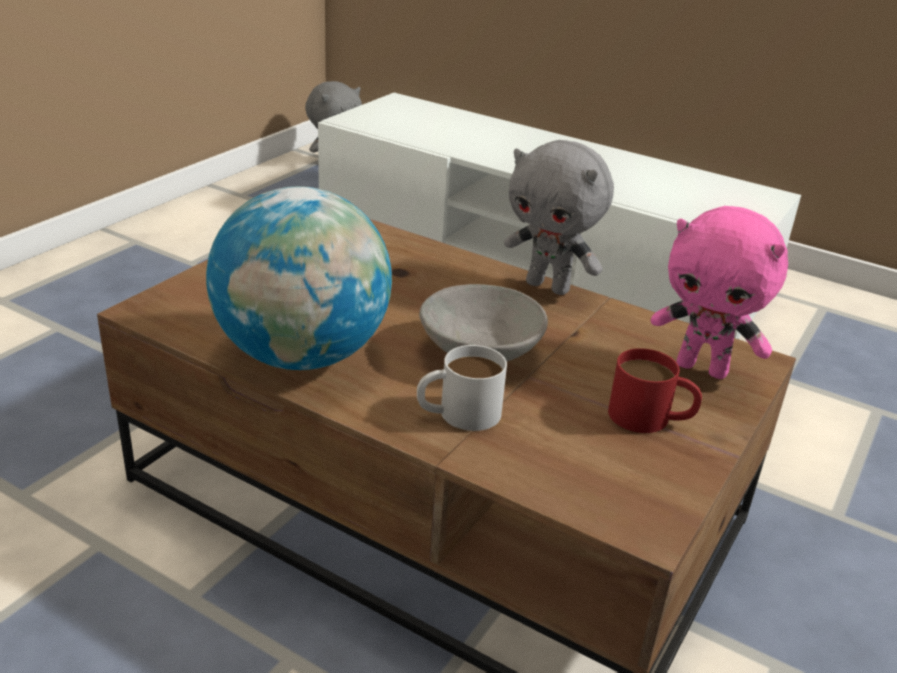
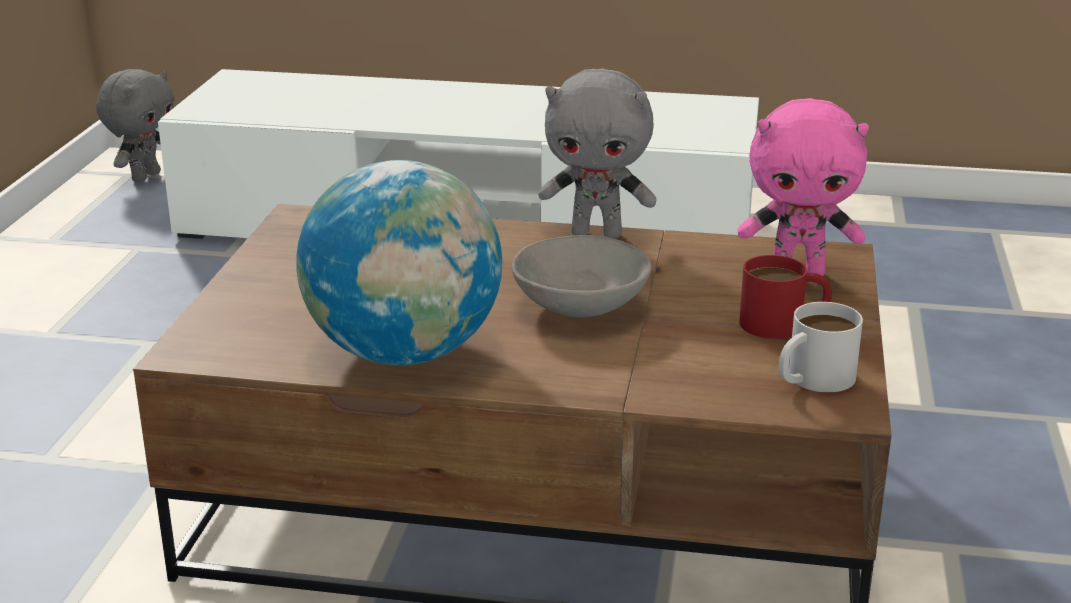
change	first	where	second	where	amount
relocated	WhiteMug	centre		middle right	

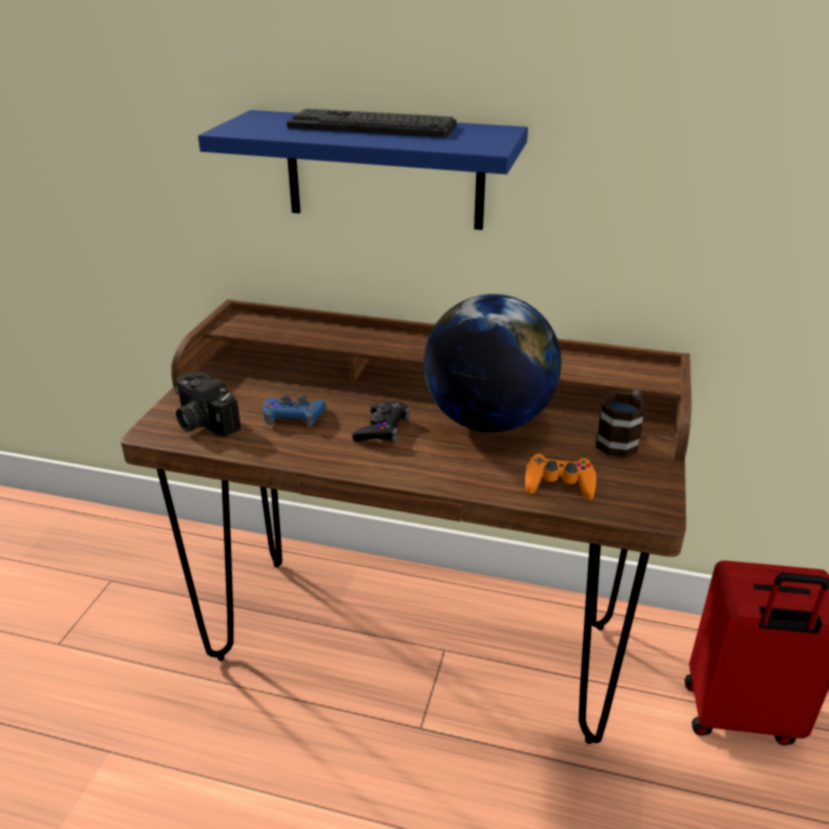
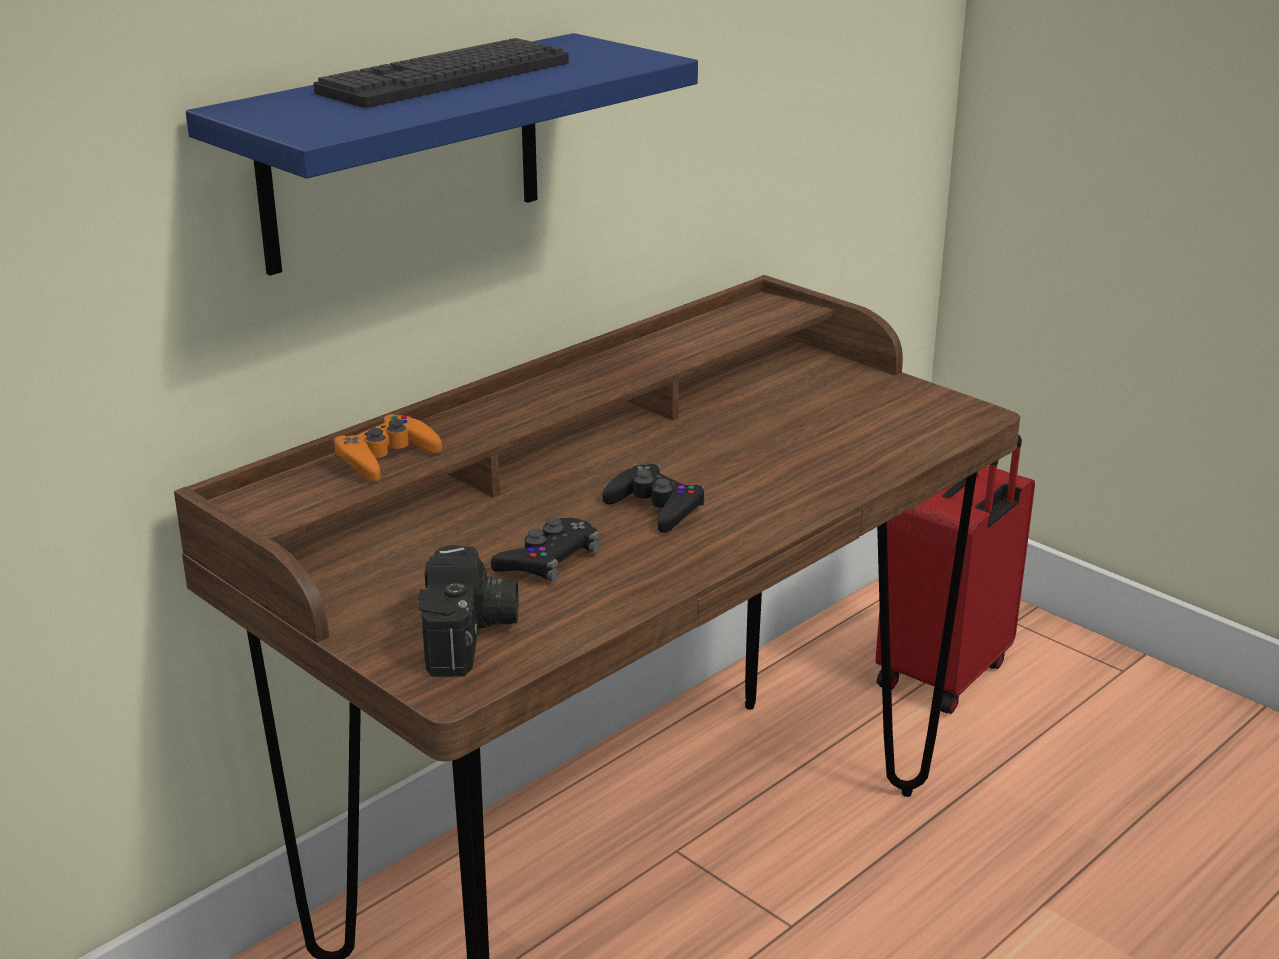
change	first	where	second	where	amount
missing	Globe	centre			
spun	PhotoCamera	middle left		centre	75 degrees counterclockwise
missing	Mug	middle right			
colour	BlueGameController	centre	BlackGameController (no. 1 from left)	centre	
relocated	OrangeGameController	middle right		middle left	

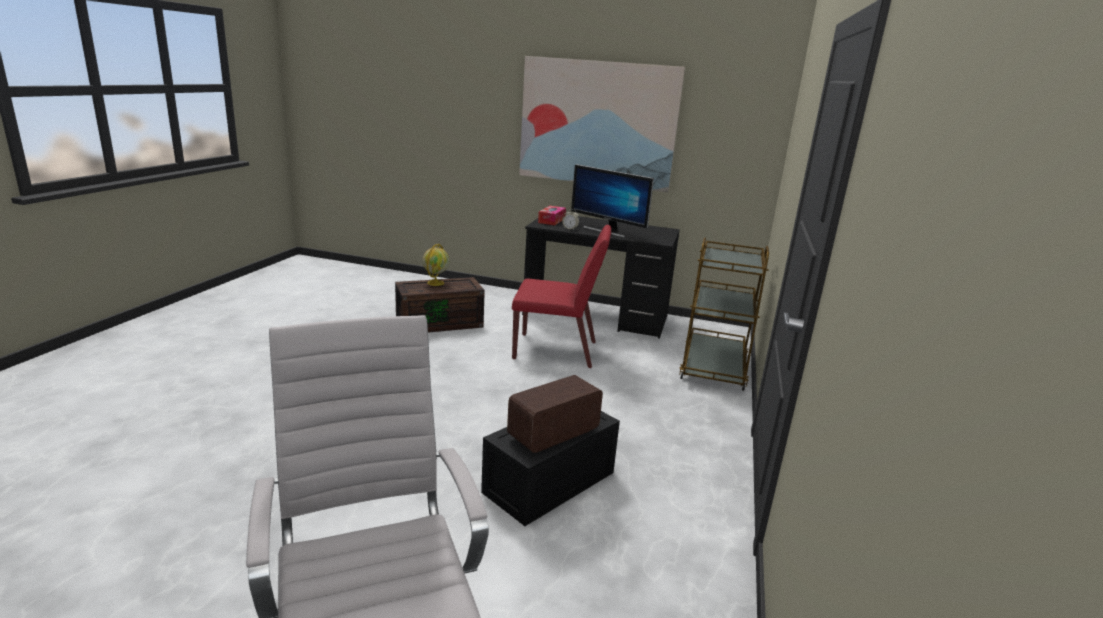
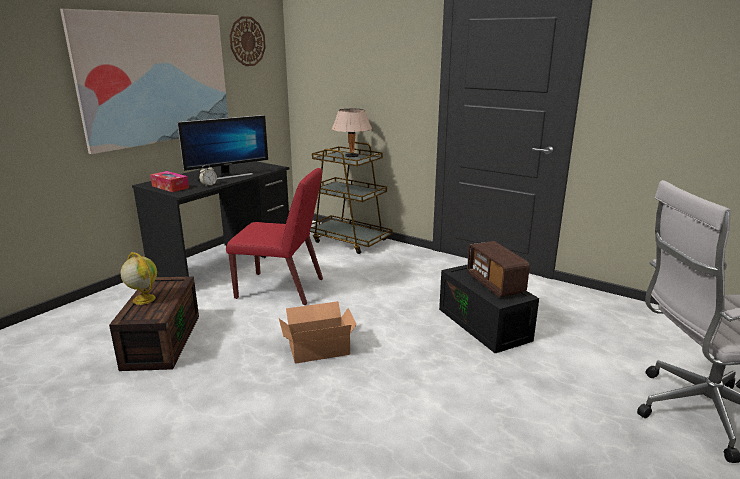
change	first	where	second	where	amount
spun	RedChair	centre		centre	75 degrees clockwise
appeared			WallClock	top centre	
appeared			BeigeTableLamp	top centre	
appeared			CardboardBox	bottom centre	

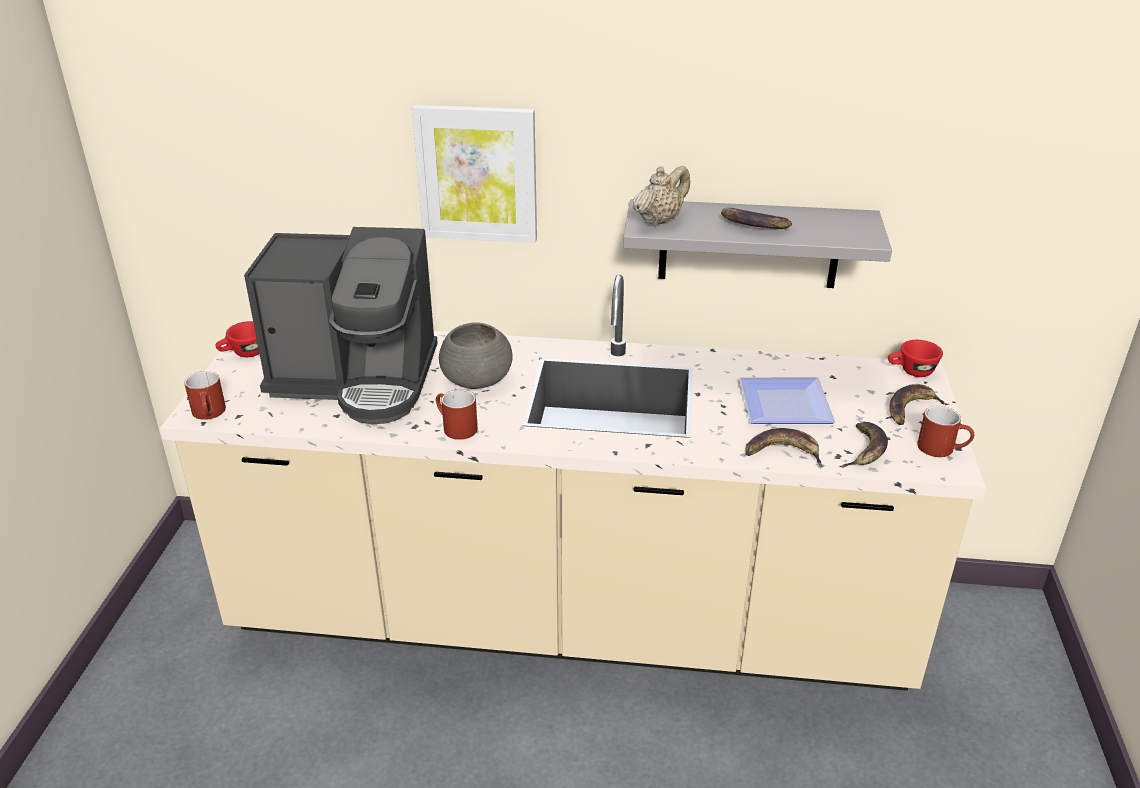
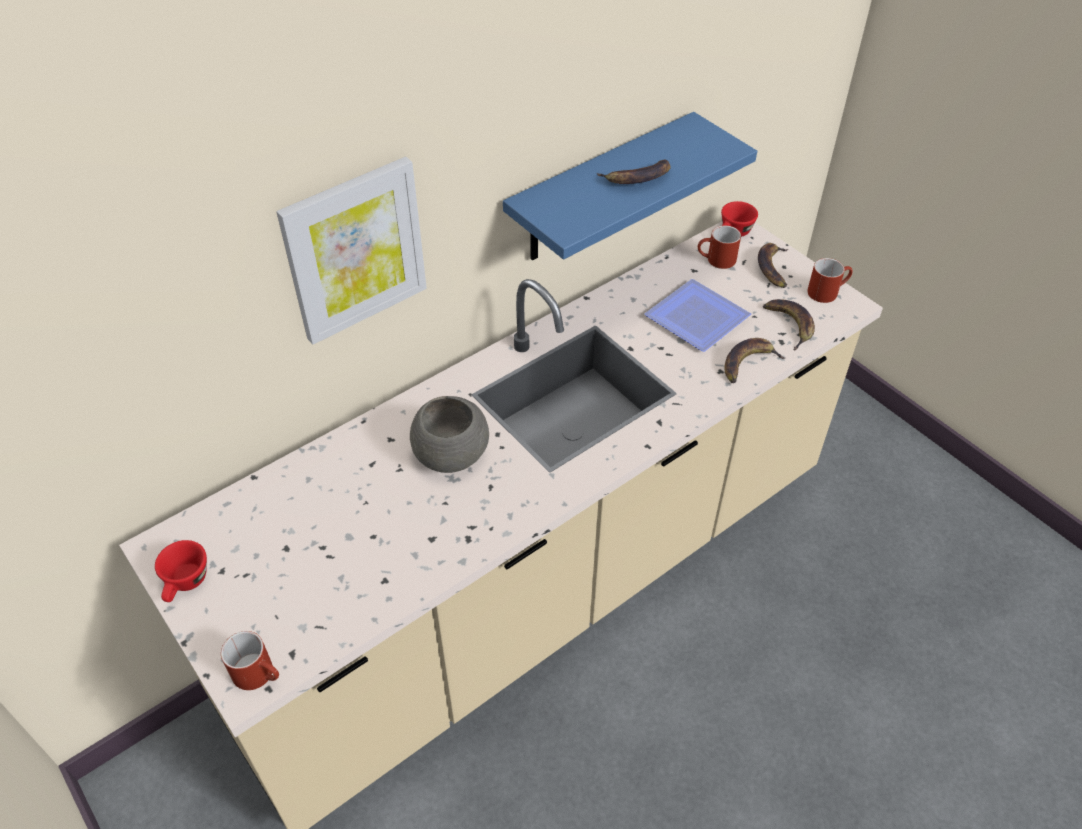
change	first	where	second	where	amount
missing	BeigeTeapot	top centre			
colour	GreyShelf	top centre	BlueShelf	top centre	
missing	CoffeeMachine	middle left			
relocated	RedMug (no. 2 from left)	centre		top centre	

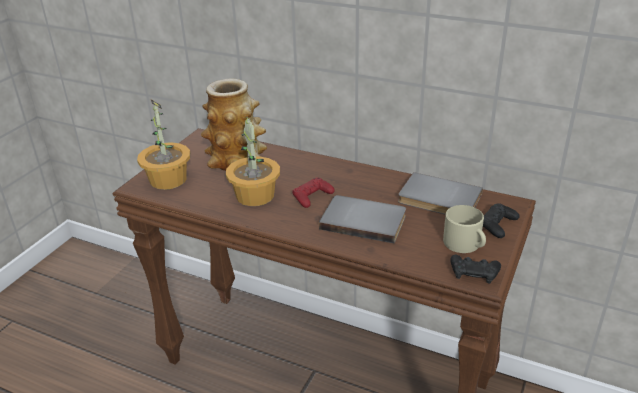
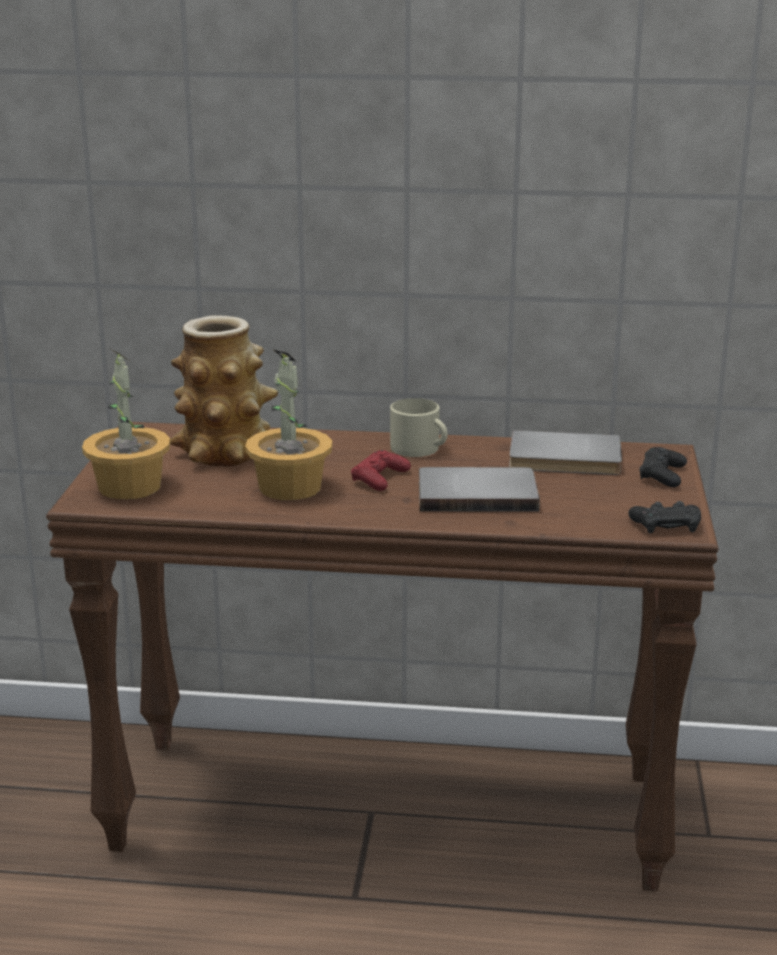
change	first	where	second	where	amount
relocated	BeigeMug	middle right		centre	

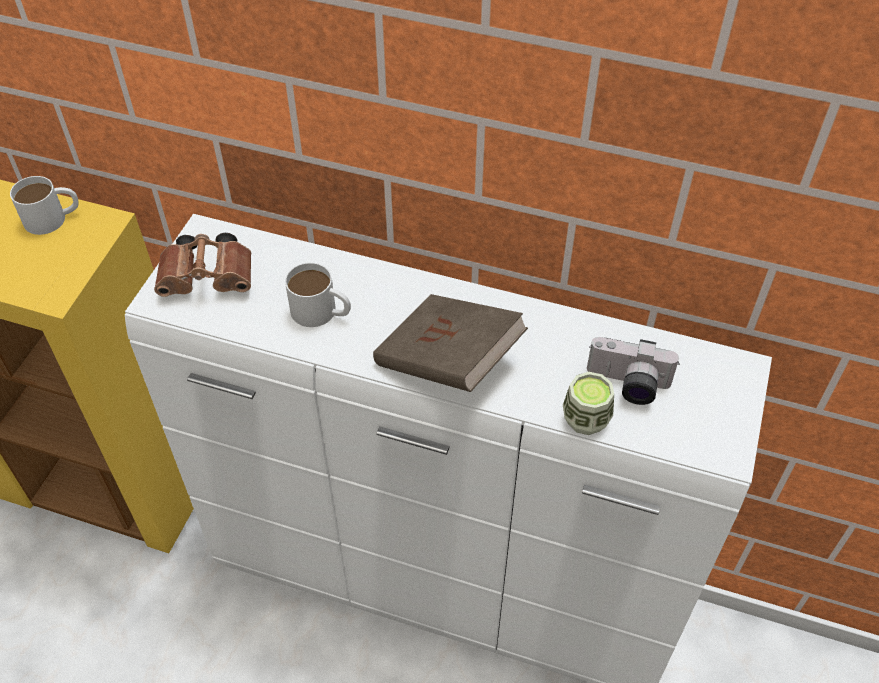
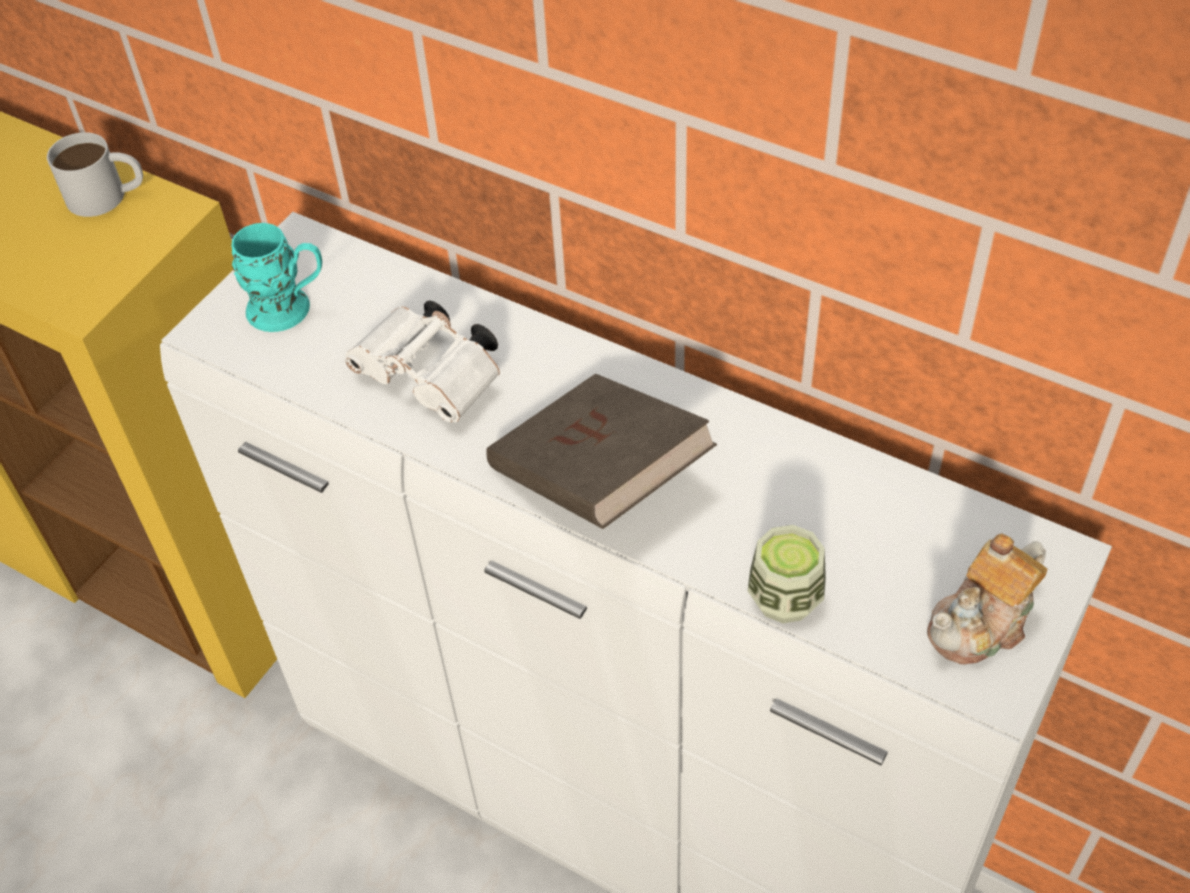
change	first	where	second	where	amount
exchanged	BrownBinoculars	middle left	TurquoiseMug	top left	
exchanged	WhiteMug (no. 2 from left)	centre	WhiteBinoculars	centre	
missing	PhotoCamera	middle right			
appeared			Teapot	bottom right	

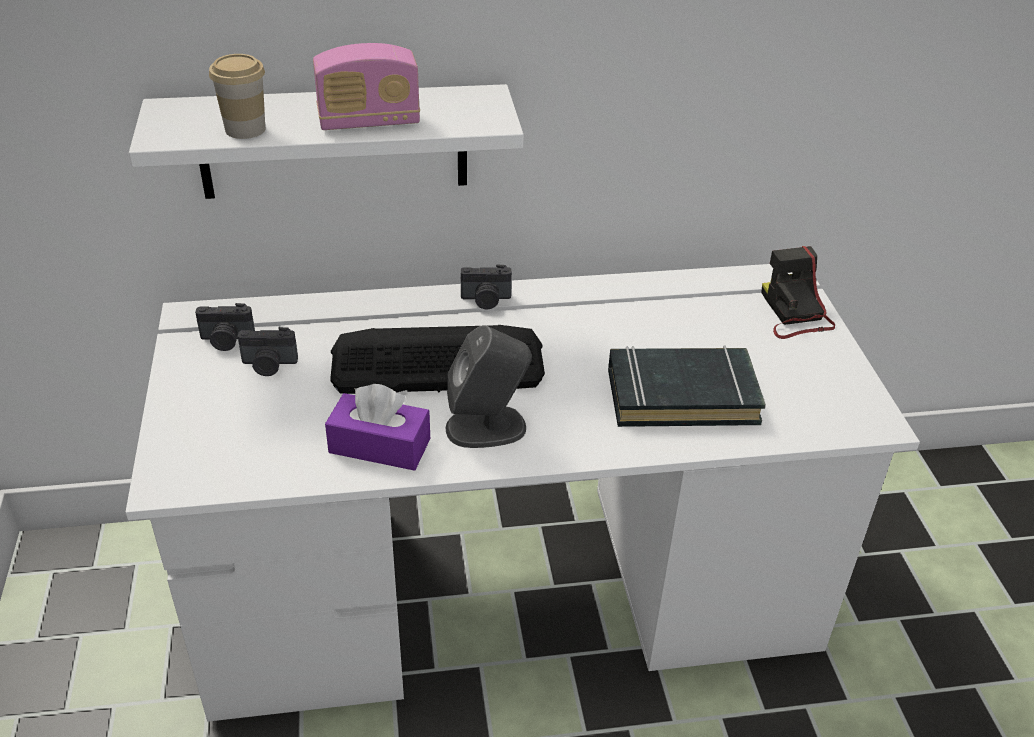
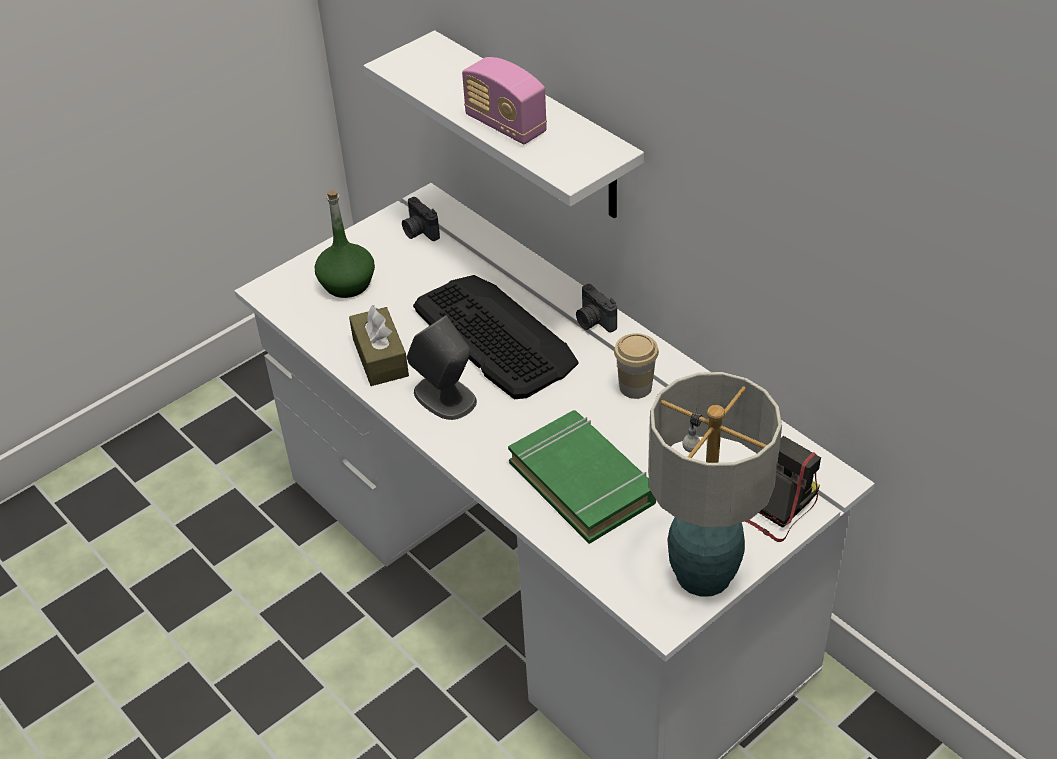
change	first	where	second	where	amount
relocated	Cup	top left		centre	
missing	PhotoCamera (no. 2 from left)	middle left			
colour	BlackBook	centre	GreenBook	centre	
colour	PurpleTissueBox	centre	BrownTissueBox	centre	
appeared			GreenBottle	top left	
appeared			TableLamp	middle right	

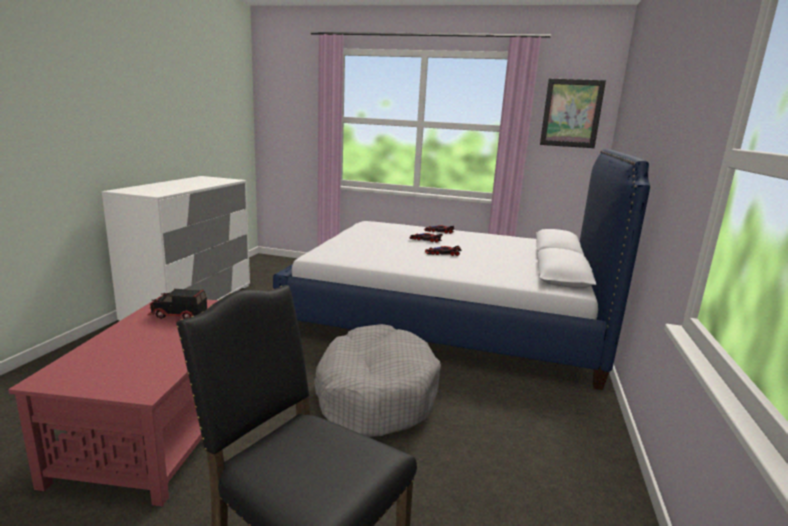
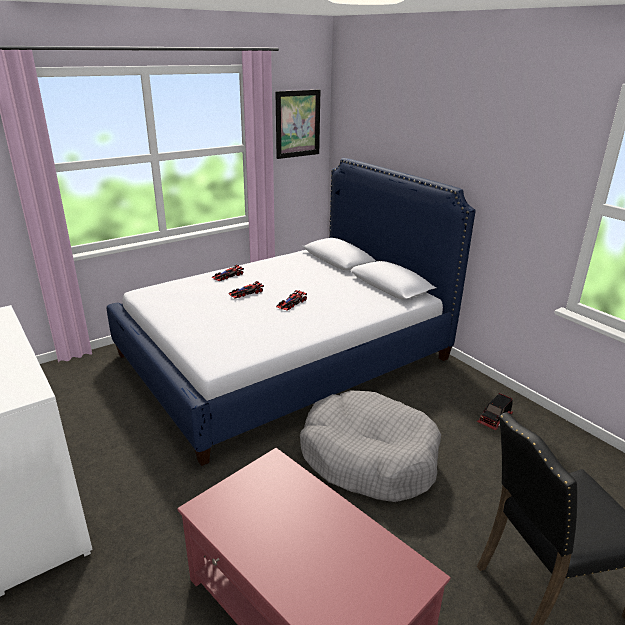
change	first	where	second	where	amount
relocated	ToyTruck	middle left		middle right	

